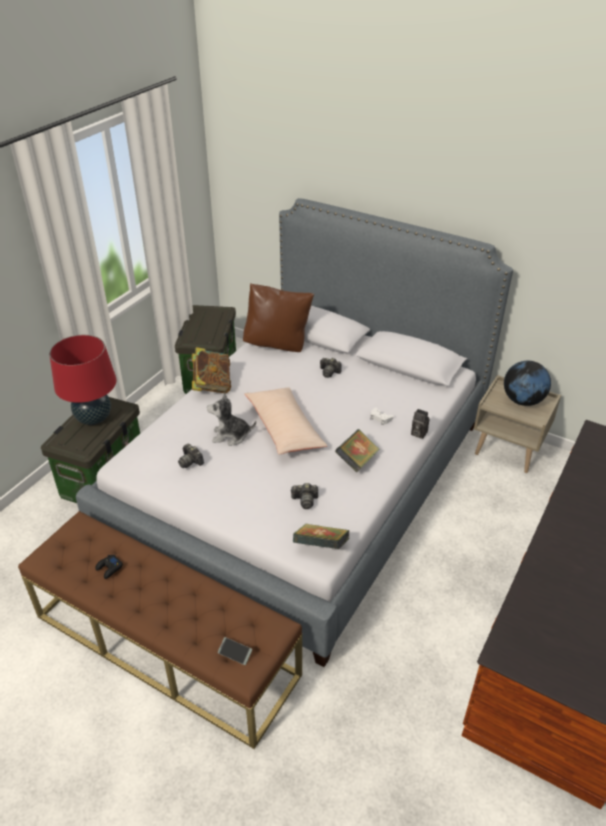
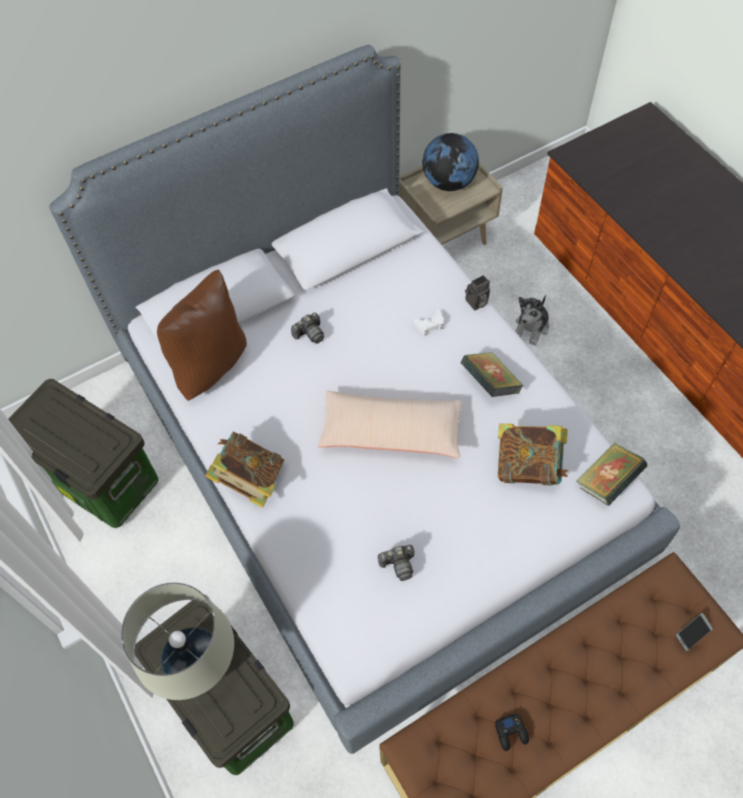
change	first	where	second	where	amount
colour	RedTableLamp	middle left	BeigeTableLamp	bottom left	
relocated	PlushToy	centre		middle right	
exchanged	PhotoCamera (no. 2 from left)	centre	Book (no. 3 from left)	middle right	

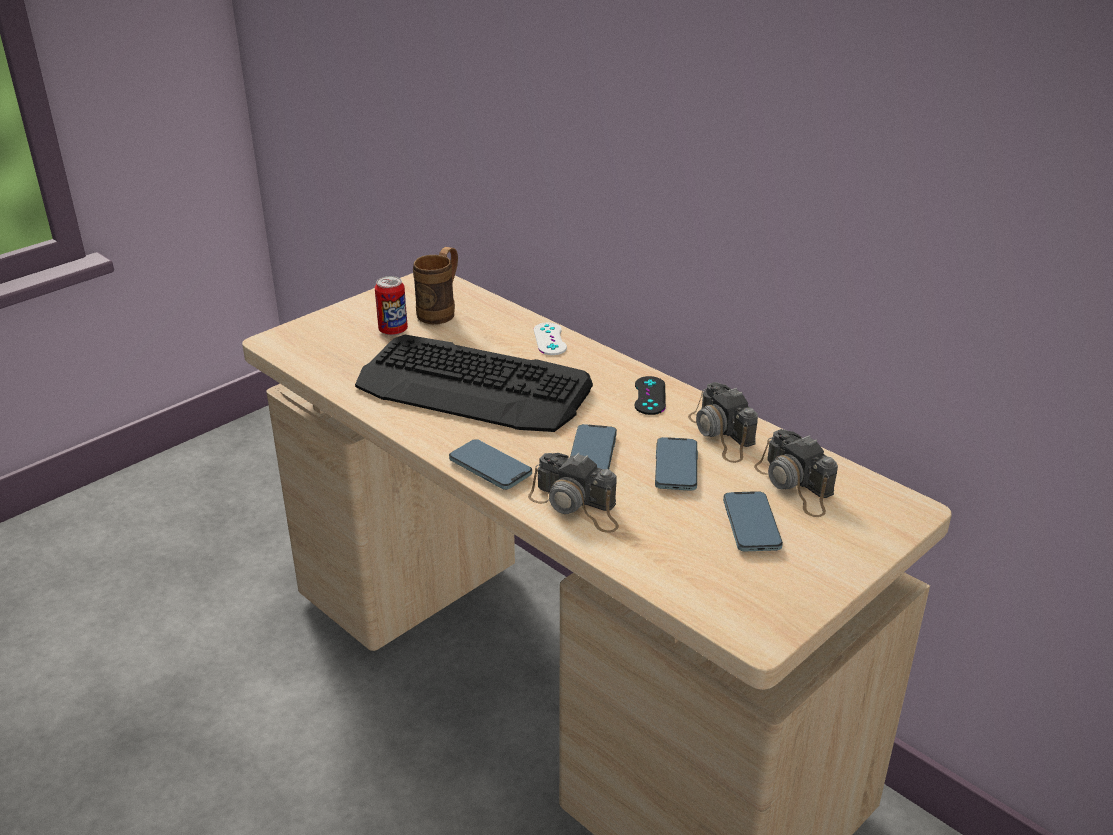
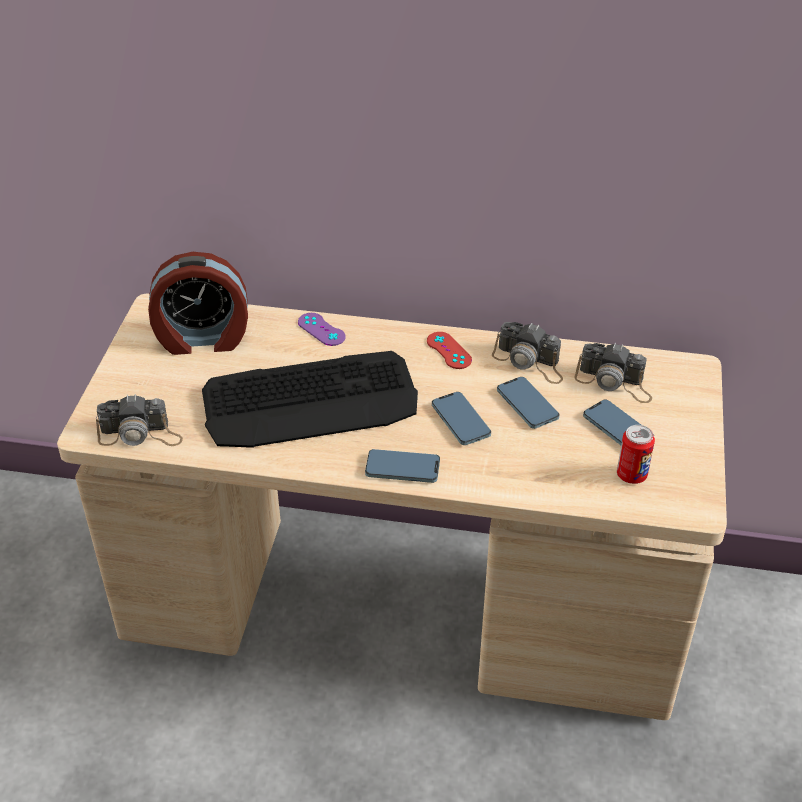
change	first	where	second	where	amount
exchanged	BrownMug	centre	AlarmClock	middle left	
relocated	Can	centre		middle right	
colour	WhiteGameController	centre	PurpleGameController	centre	
colour	BlackGameController	centre	RedGameController	centre	
relocated	PhotoCamera (no. 1 from left)	centre		middle left	

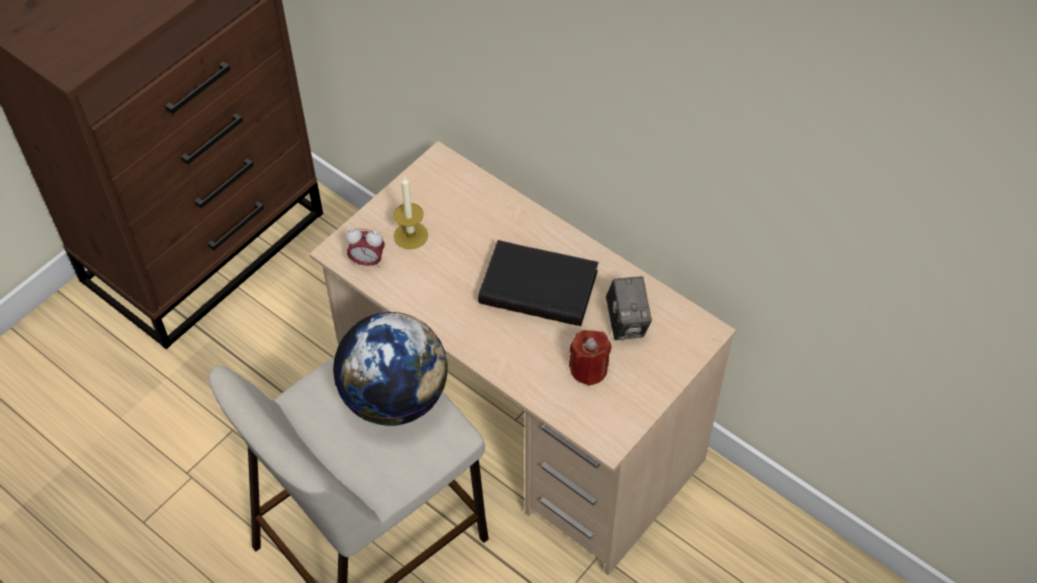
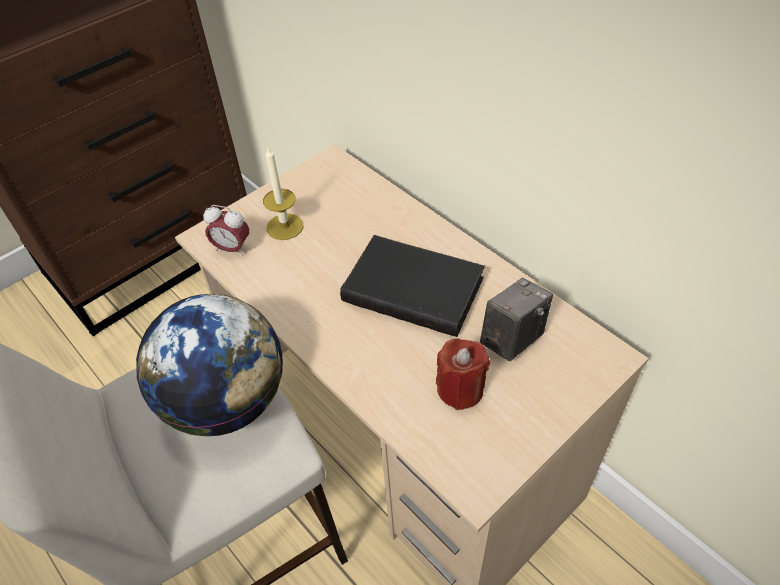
change	first	where	second	where	amount
spun	PhotoCamera	centre		centre	135 degrees counterclockwise

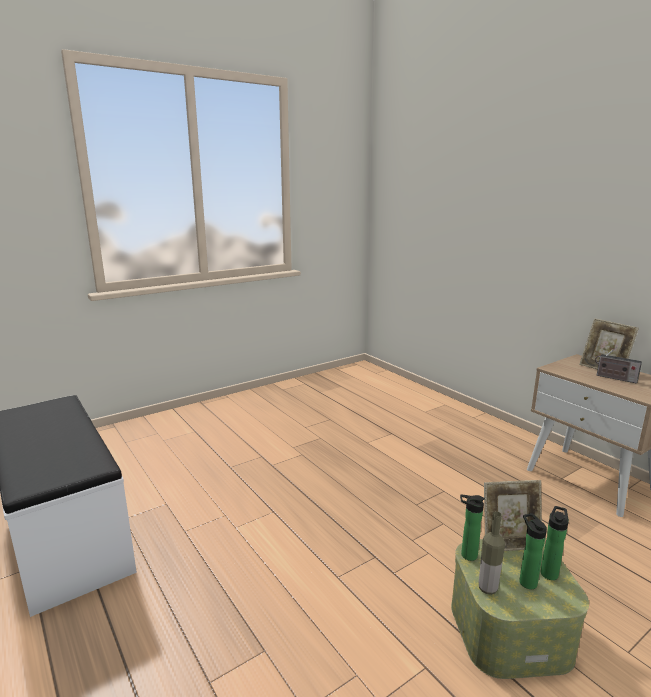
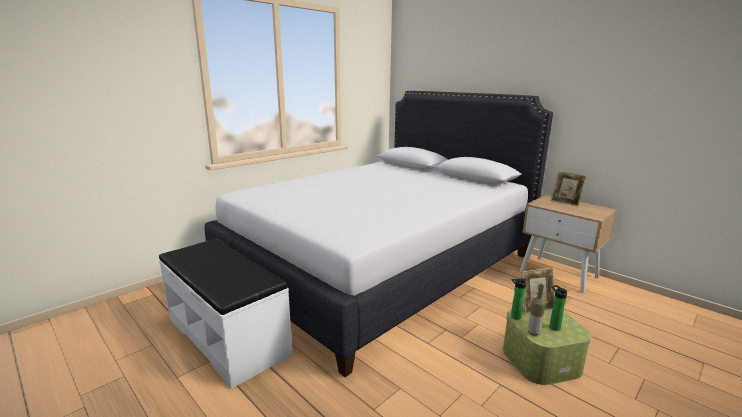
change	first	where	second	where	amount
missing	Radio	middle right			
missing	Bottle (no. 4 from left)	bottom right			
appeared			WhiteBed	centre	

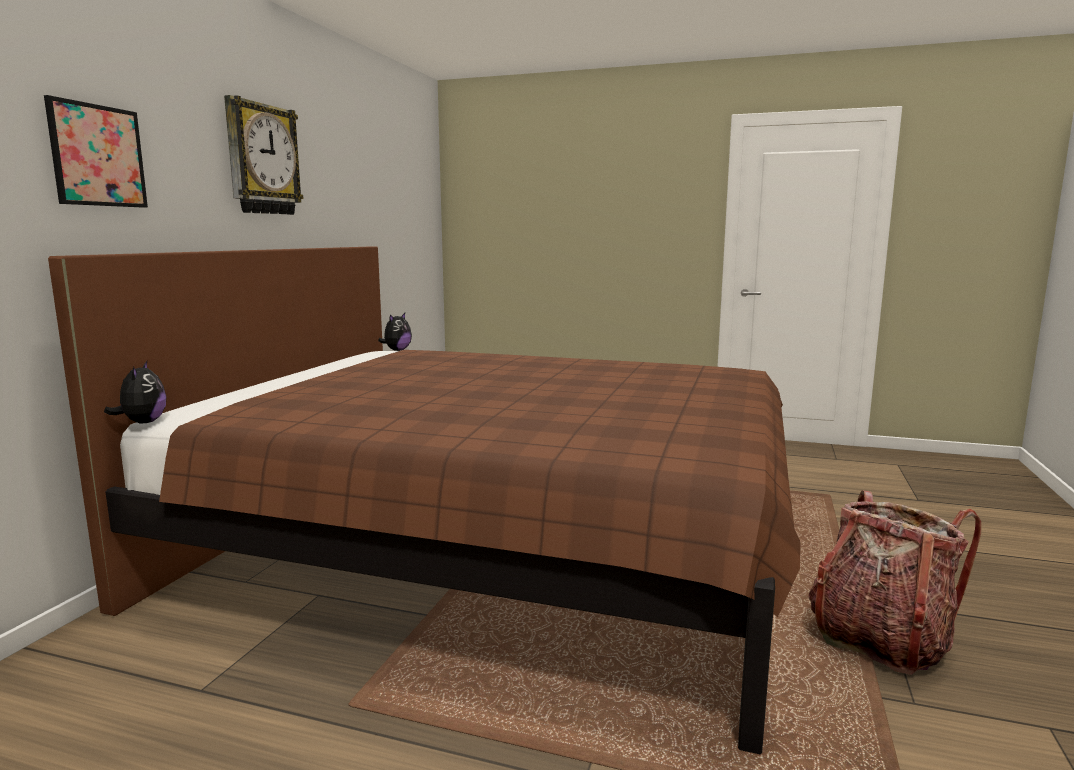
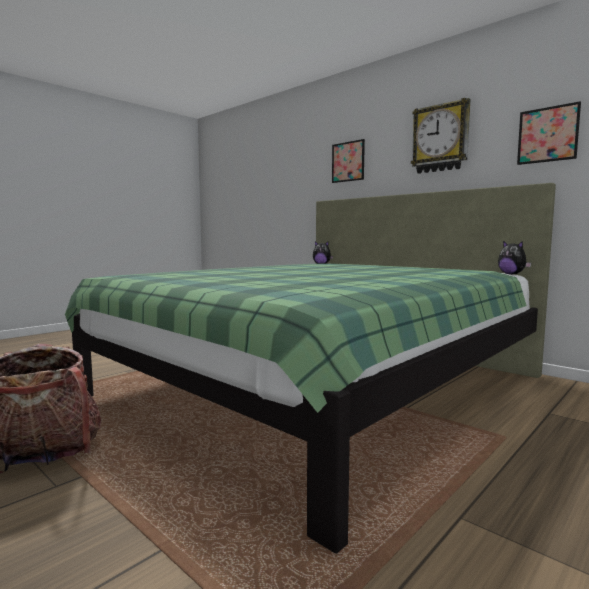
change	first	where	second	where	amount
colour	BrownBed	centre	GreenBed	centre	
appeared			Picture (no. 2 from left)	top right	

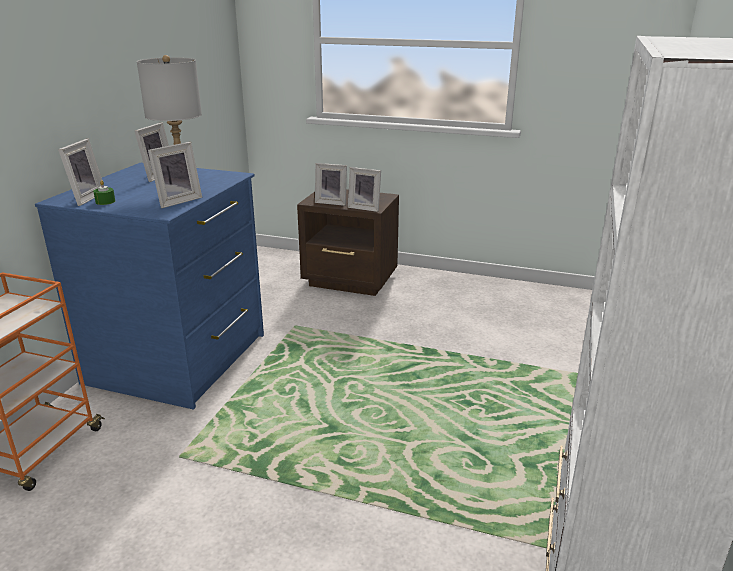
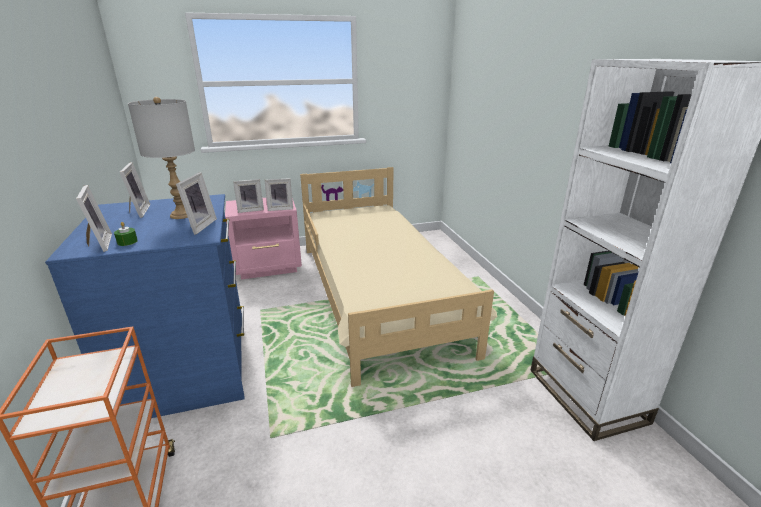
change	first	where	second	where	amount
colour	BrownNightstand	centre	PinkNightstand	centre	
appeared			BeigeBed	centre	

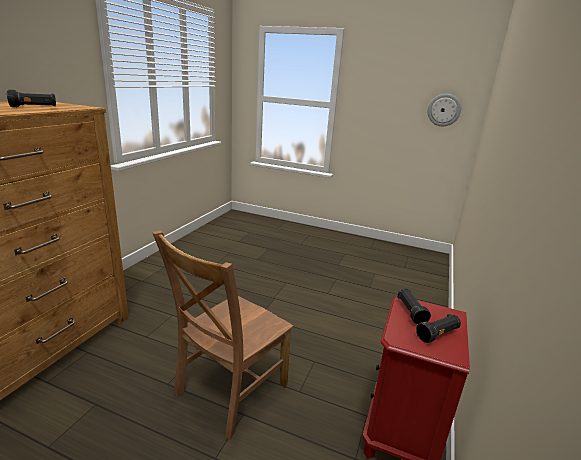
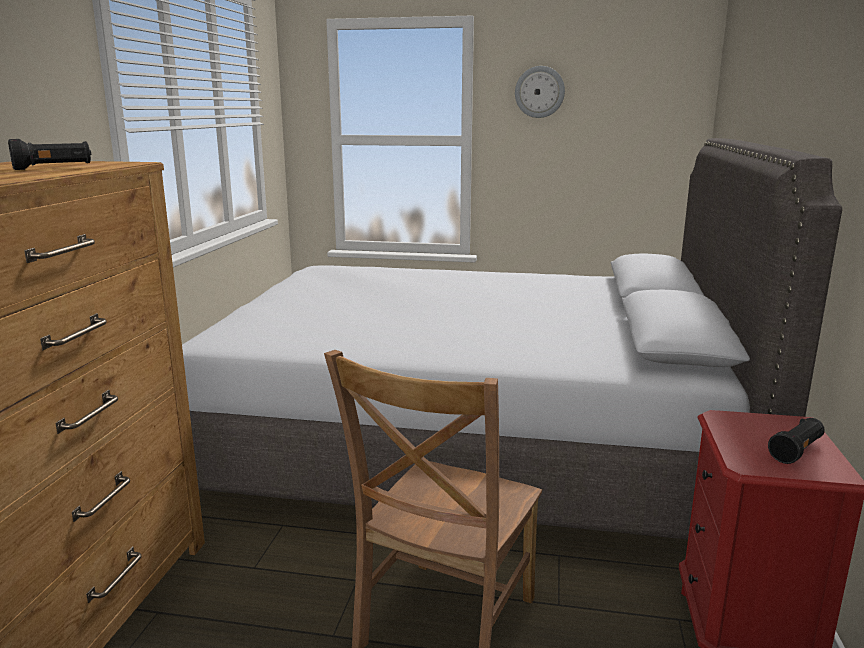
change	first	where	second	where	amount
relocated	WallClock	top right		top centre	
missing	BlackFlashlight (no. 2 from left)	middle right			
appeared			GreyBed	centre	

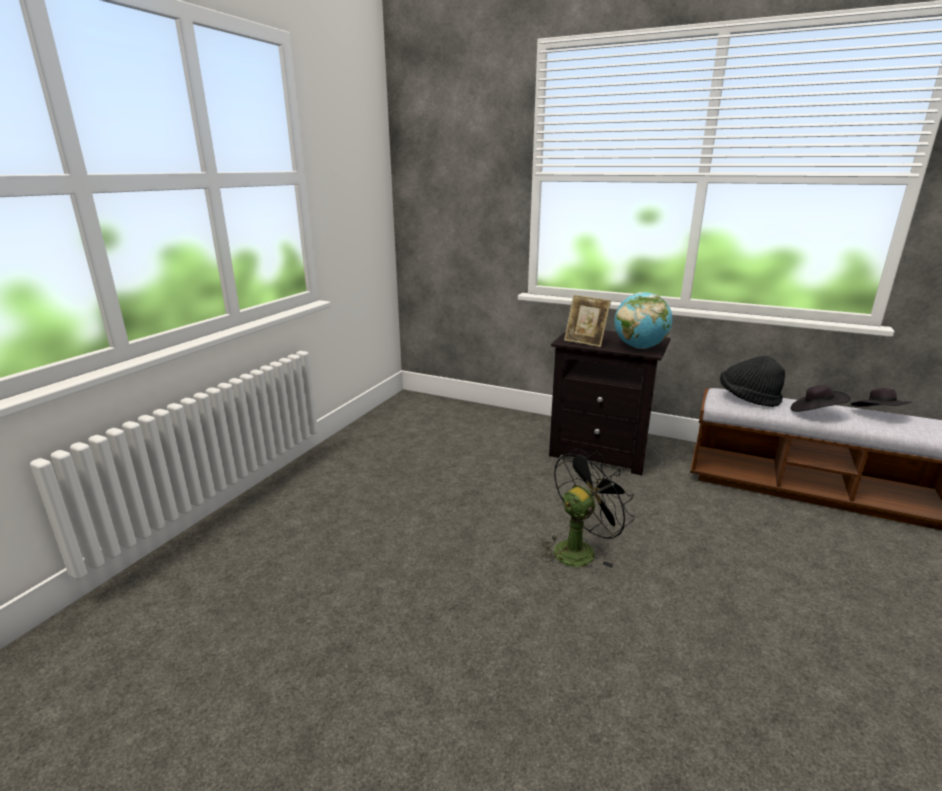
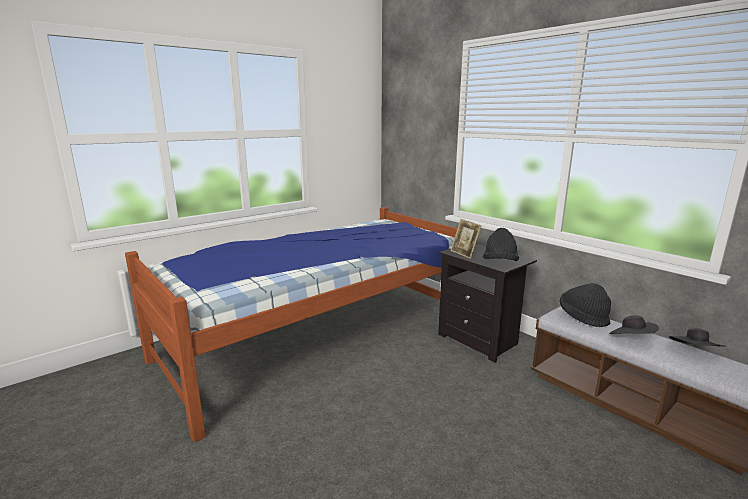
change	first	where	second	where	amount
exchanged	Globe	middle right	BlackHat (no. 1 from left)	middle right	
missing	BlackFan	centre			
appeared			Bed	centre	

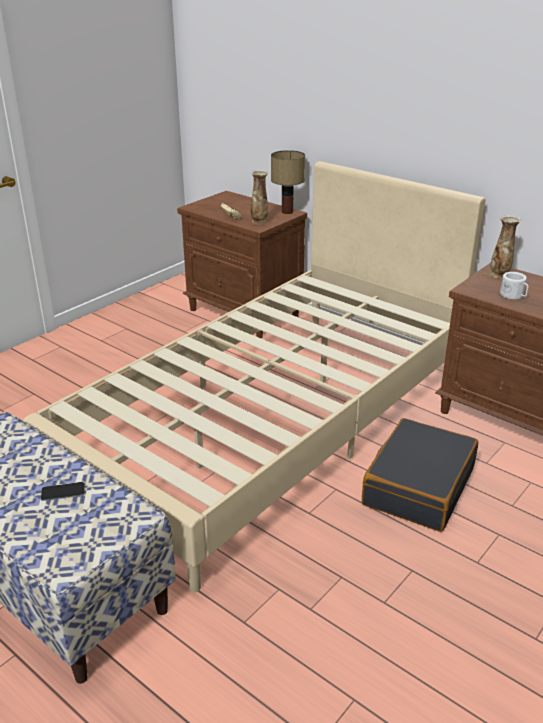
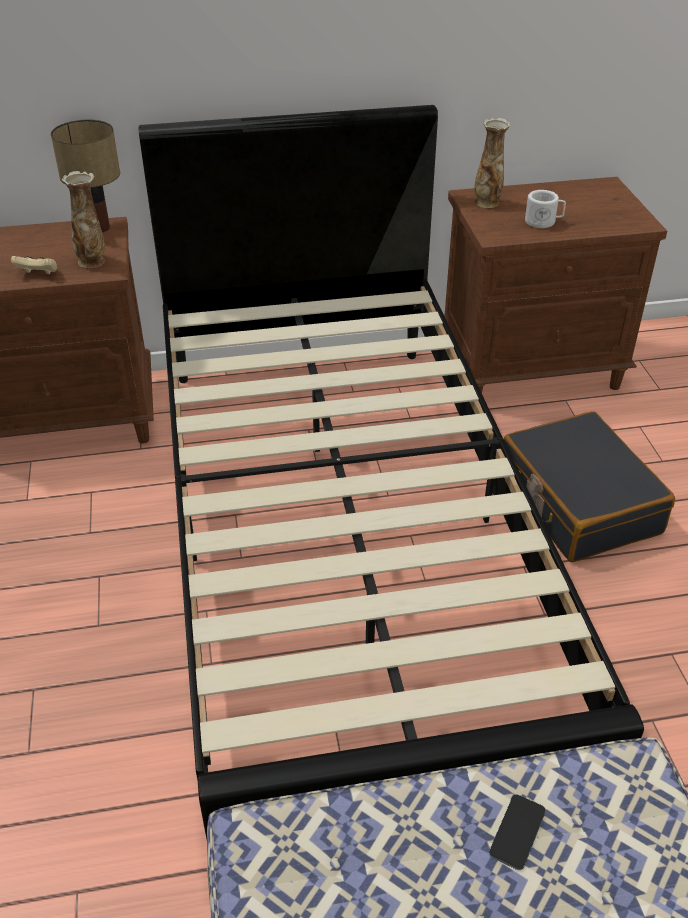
change	first	where	second	where	amount
colour	BeigeBed	centre	BlackBed	centre	

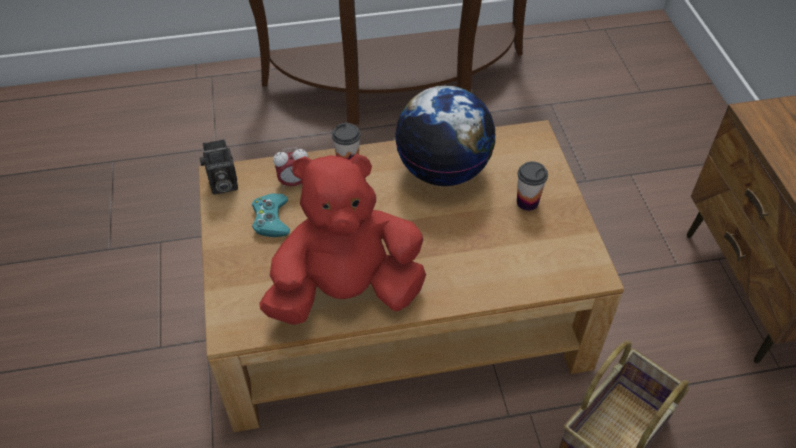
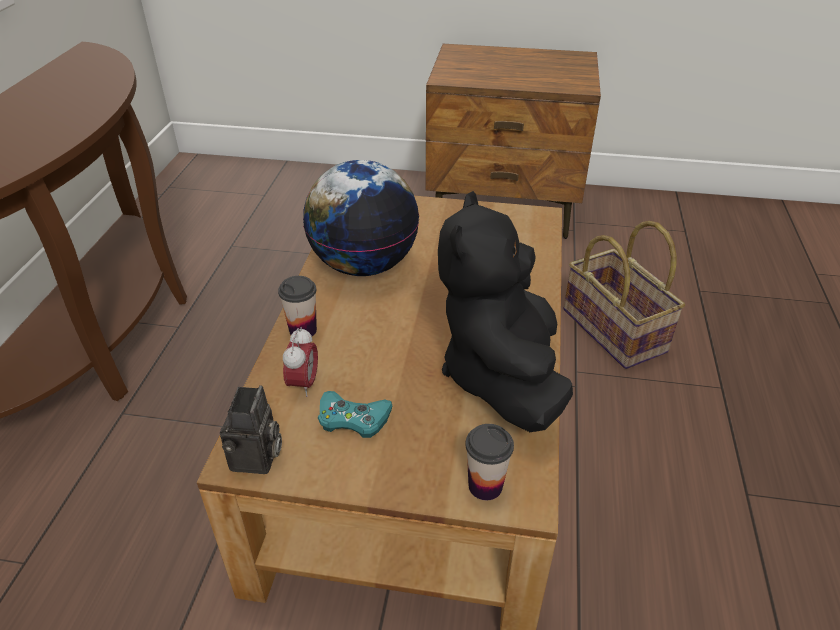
change	first	where	second	where	amount
colour	RedPlushToy	centre	BlackPlushToy	centre	
relocated	Cup (no. 2 from left)	middle right		bottom centre	

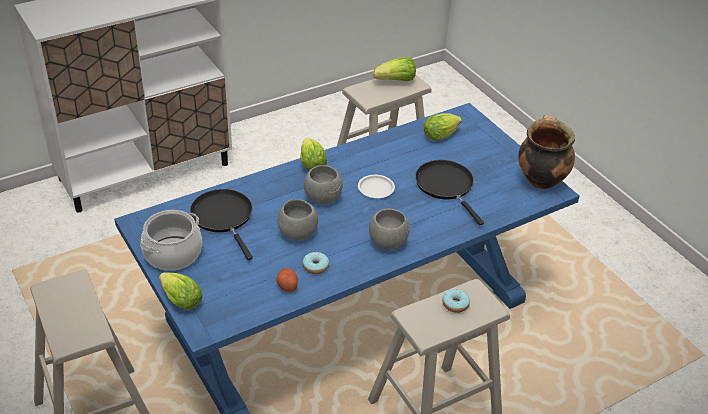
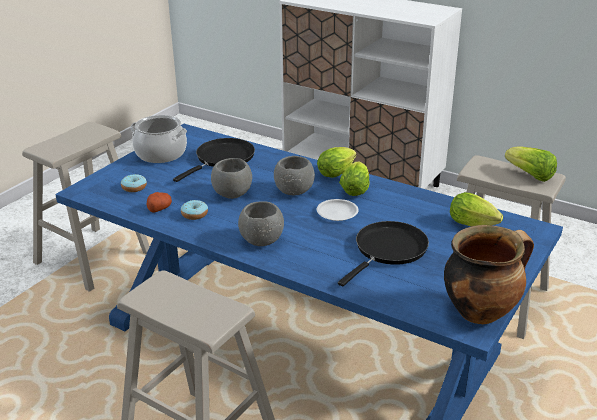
change	first	where	second	where	amount
relocated	Lettuce (no. 1 from left in the first image)	bottom left	Lettuce (no. 2 from left)	centre	
relocated	Donut (no. 2 from left in the first image)	bottom centre	Donut (no. 1 from left)	middle left	

